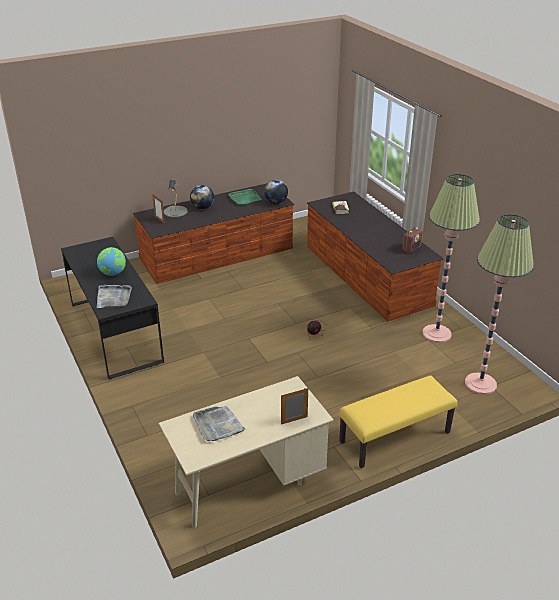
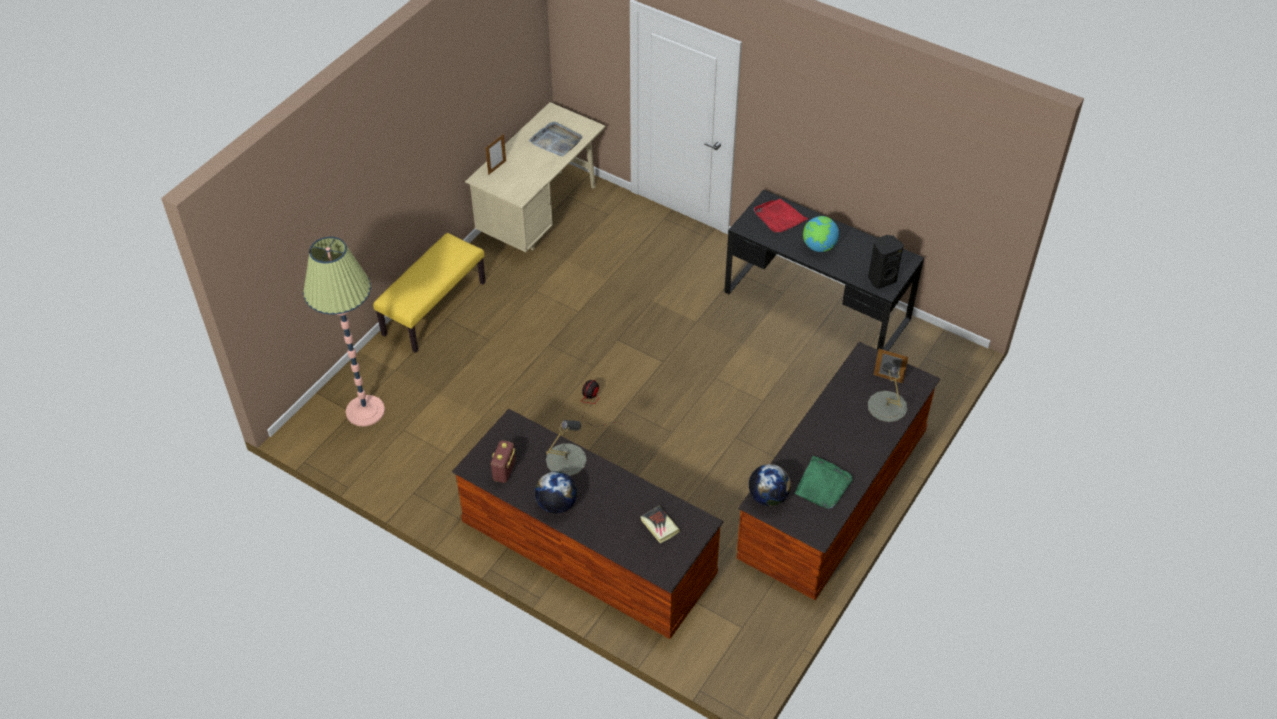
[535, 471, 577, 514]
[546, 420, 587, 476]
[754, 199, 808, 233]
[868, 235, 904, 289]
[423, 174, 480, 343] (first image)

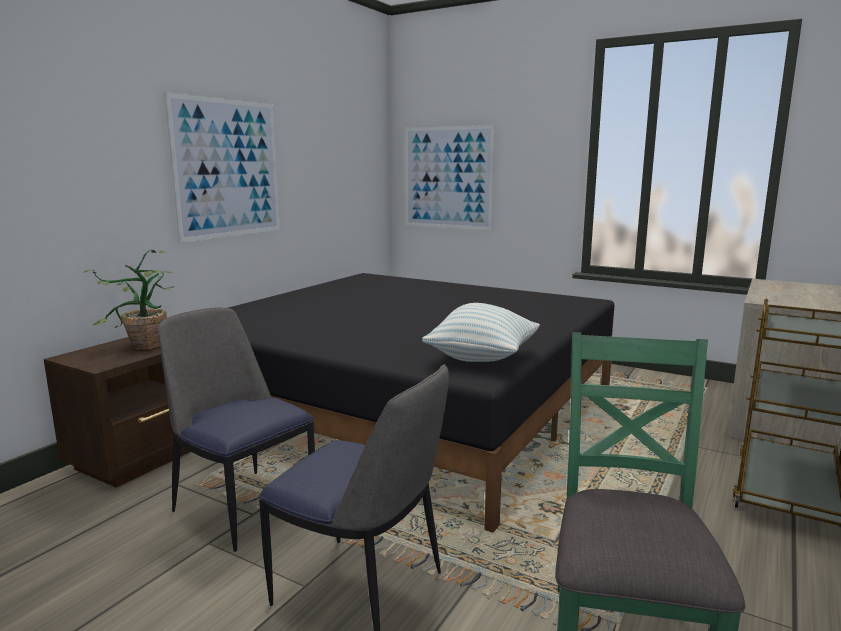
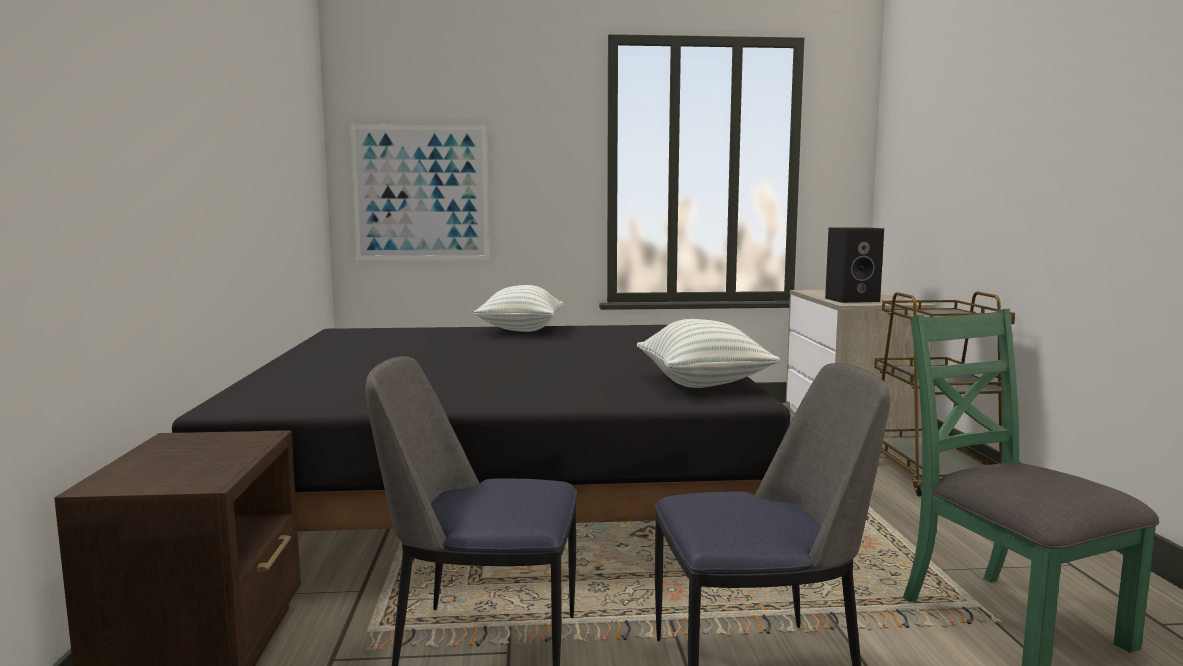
[474, 285, 563, 332]
[825, 227, 884, 303]
[83, 250, 175, 350] (first image)
[164, 92, 280, 243] (first image)

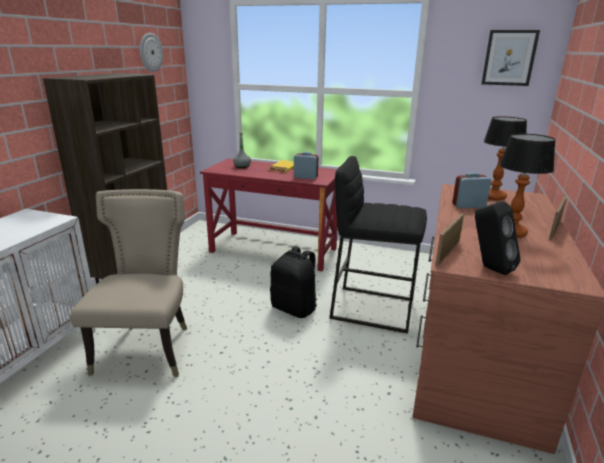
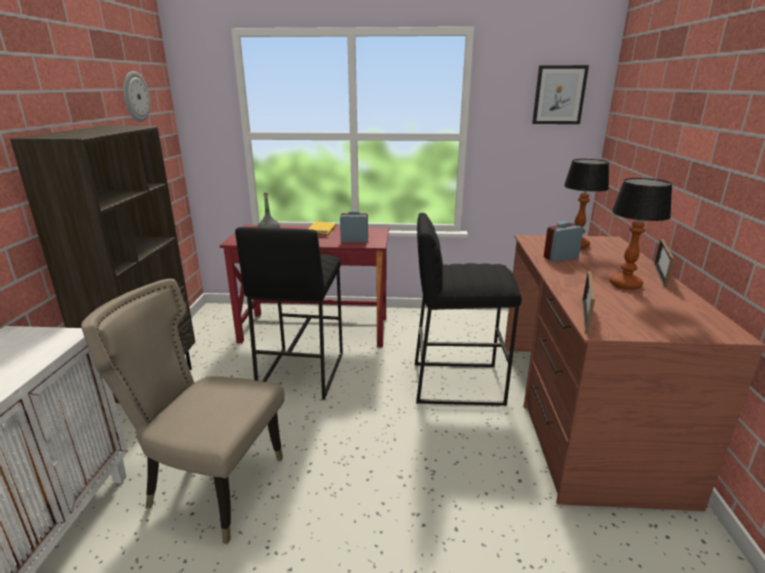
[81, 279, 285, 544]
[235, 227, 343, 400]
[270, 246, 318, 318] (first image)
[475, 201, 521, 275] (first image)

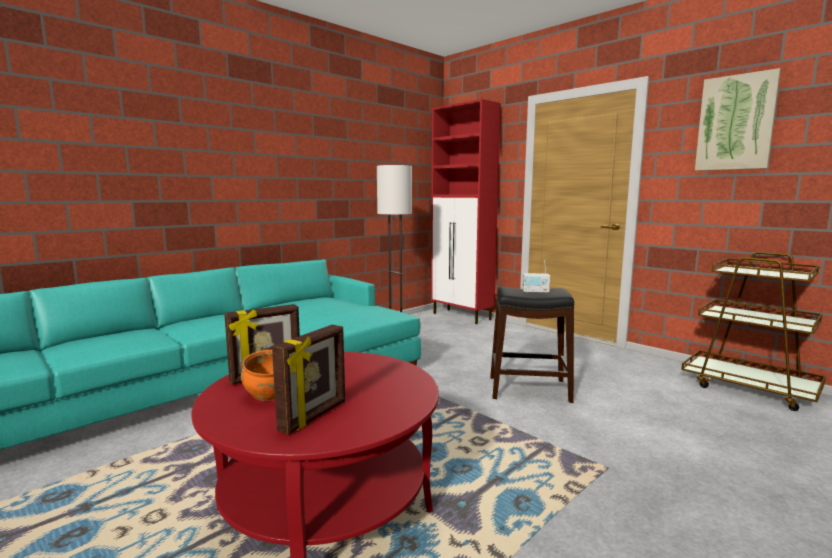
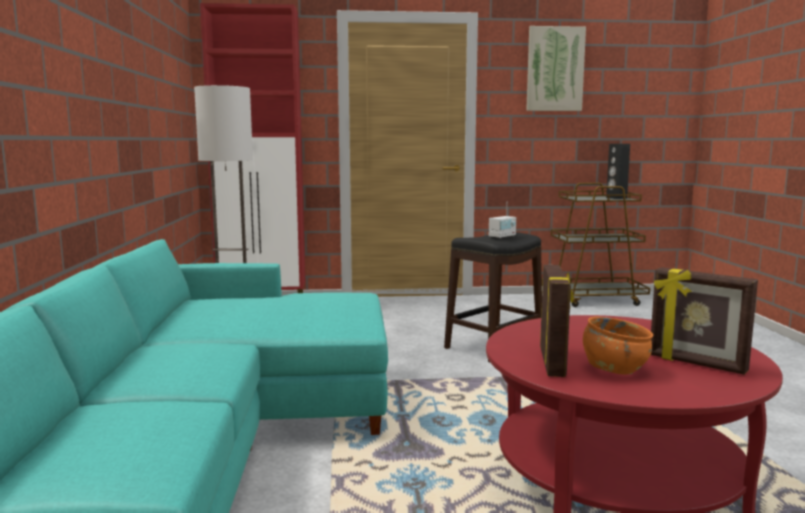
[606, 144, 630, 199]
[651, 267, 758, 375]

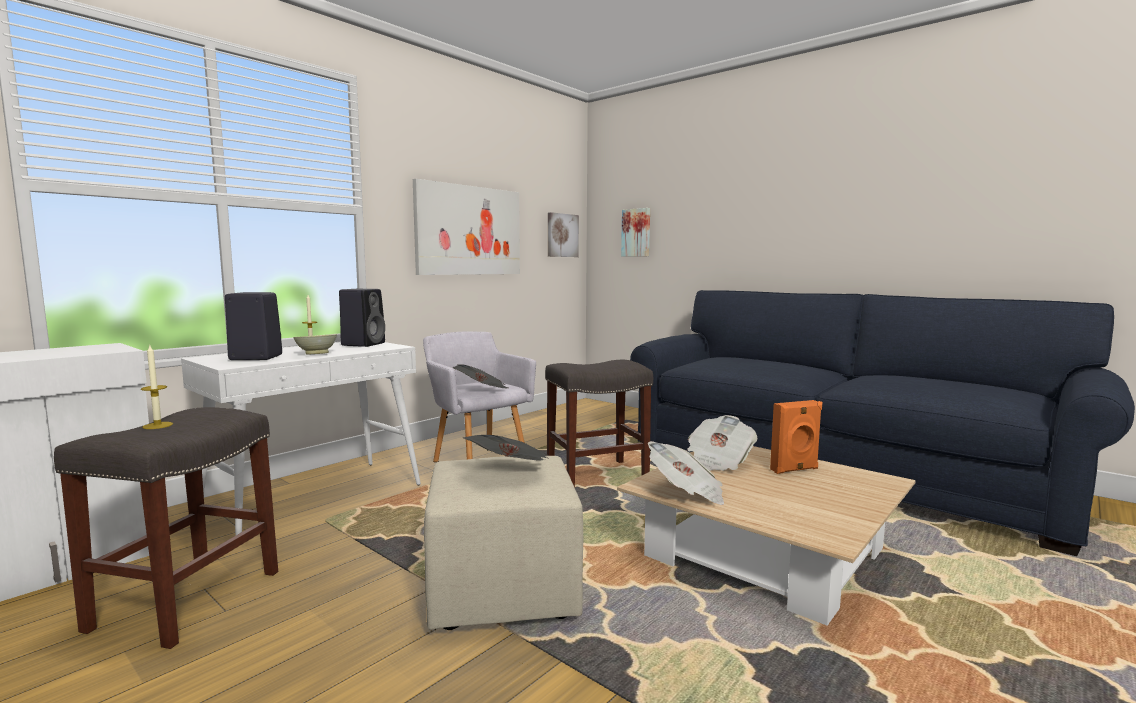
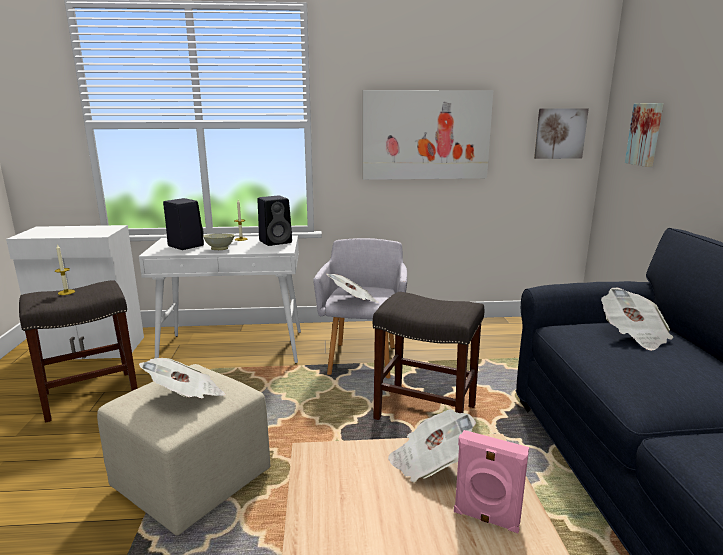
[454, 430, 529, 533]
[601, 288, 673, 351]

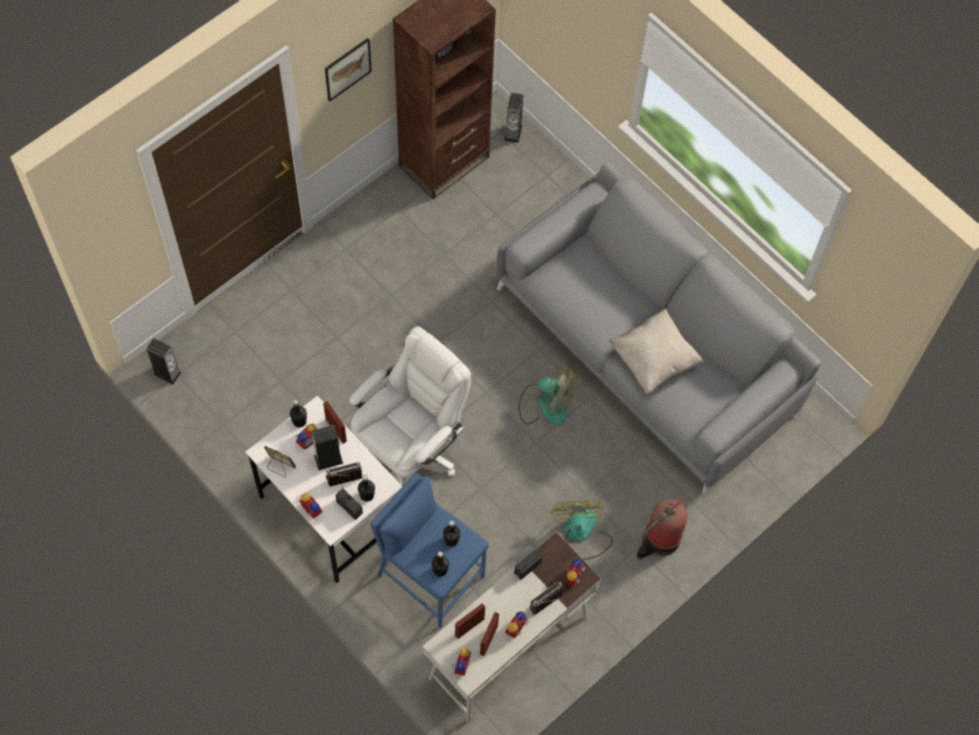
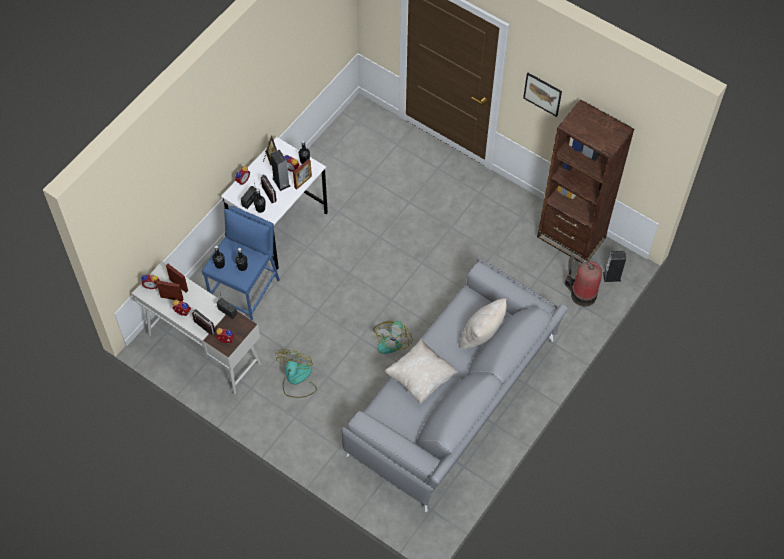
[275, 349, 317, 398]
[459, 298, 507, 349]
[565, 255, 602, 306]
[146, 338, 181, 384] (first image)
[349, 326, 471, 485] (first image)

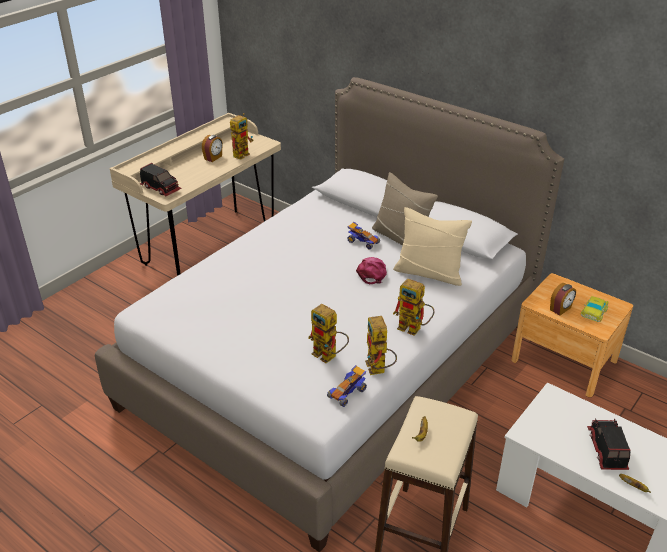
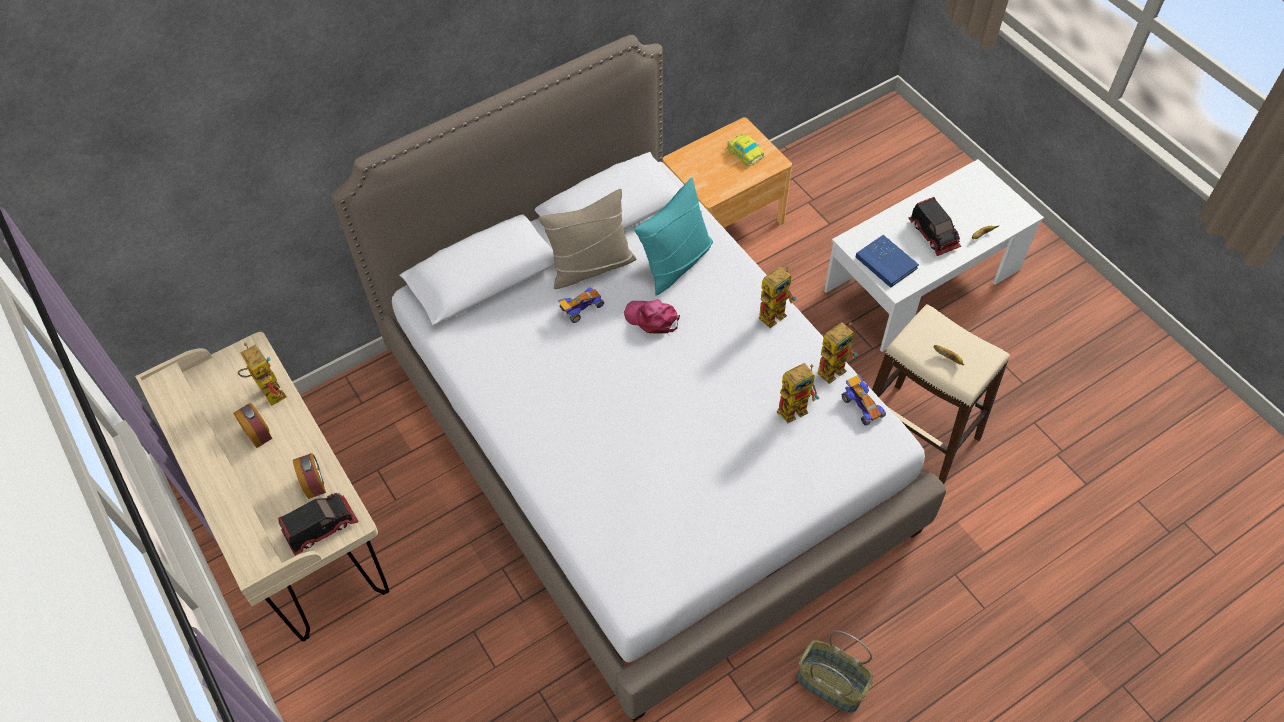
[293, 453, 326, 499]
[634, 178, 713, 296]
[797, 630, 873, 713]
[817, 322, 857, 384]
[856, 235, 919, 288]
[908, 197, 962, 256]

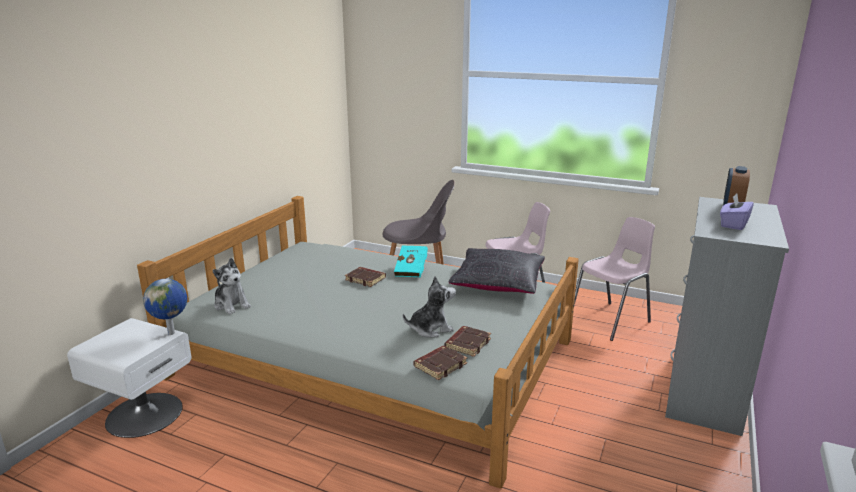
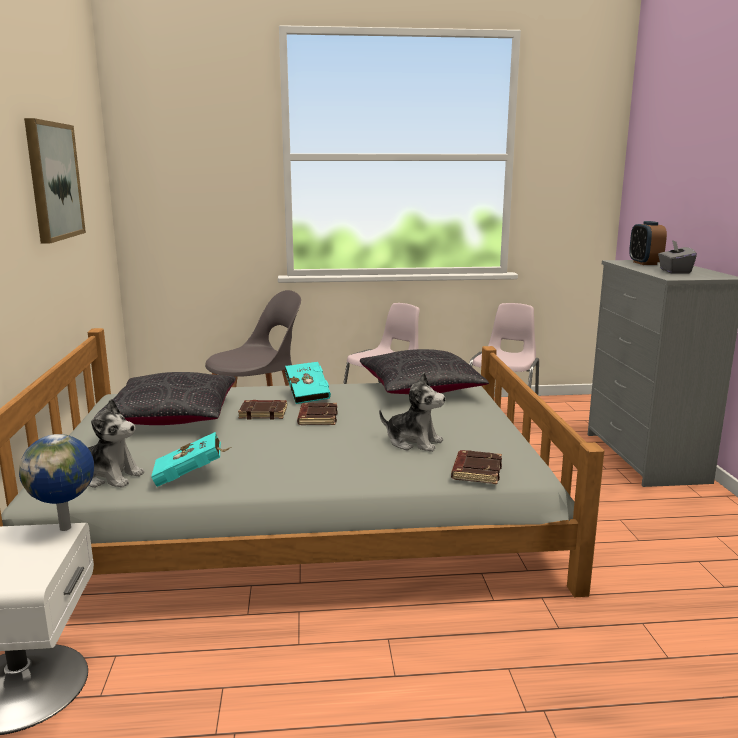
[24, 118, 86, 244]
[95, 372, 236, 425]
[151, 432, 232, 487]
[297, 403, 338, 425]
[379, 373, 445, 452]
[658, 240, 697, 274]

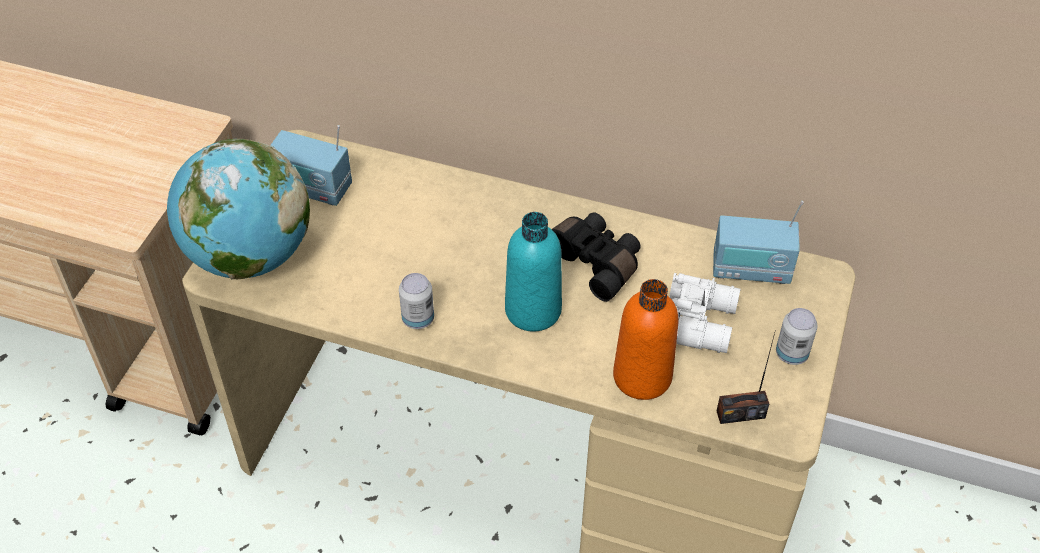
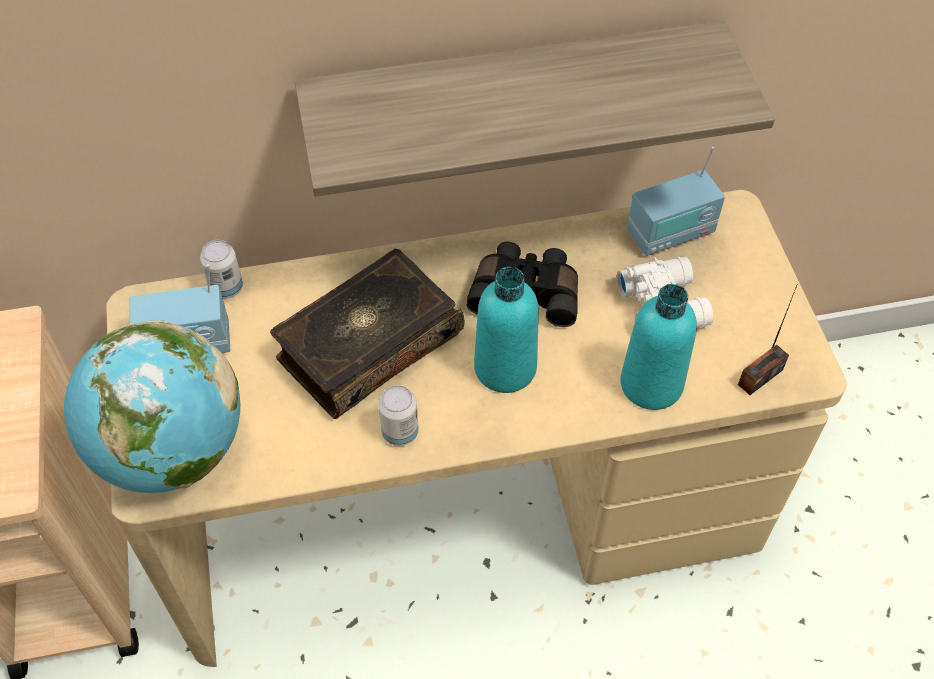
[200, 240, 243, 299]
[270, 249, 464, 419]
[295, 21, 775, 197]
[620, 284, 697, 410]

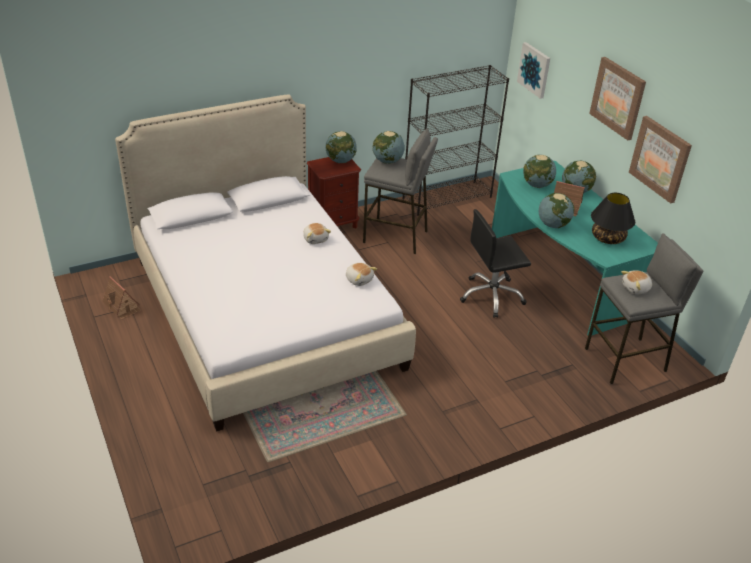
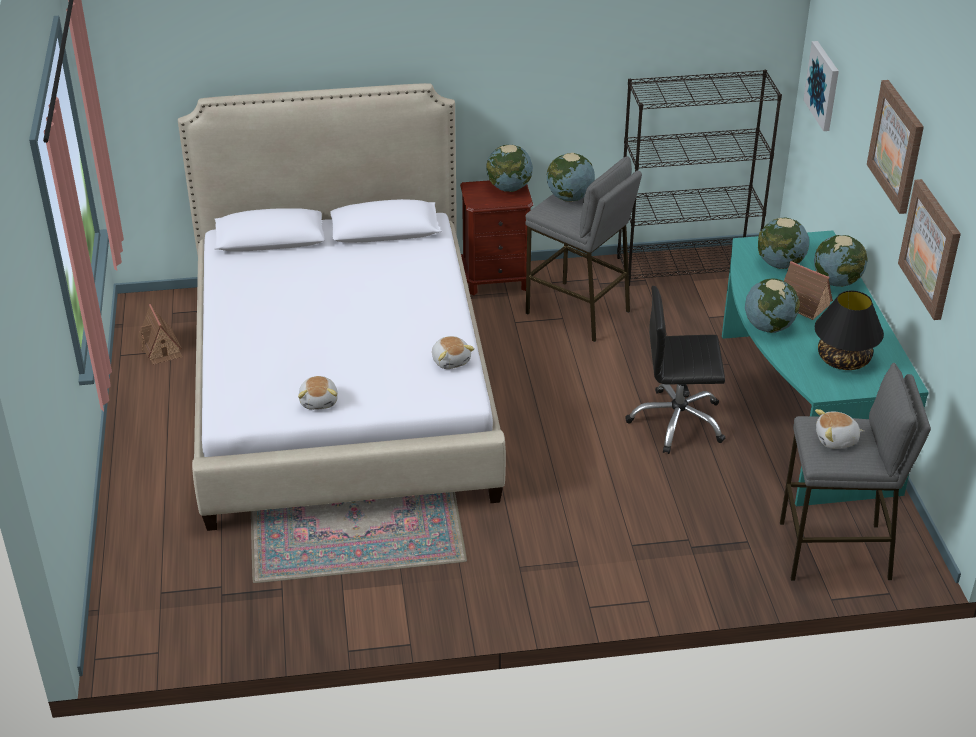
[298, 376, 338, 410]

